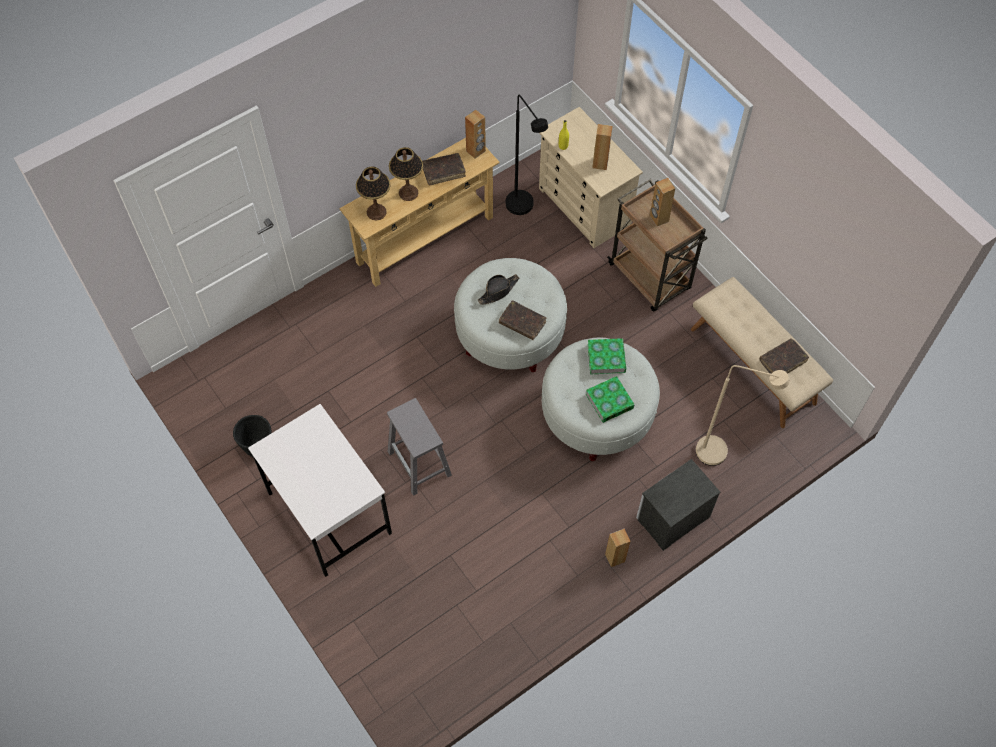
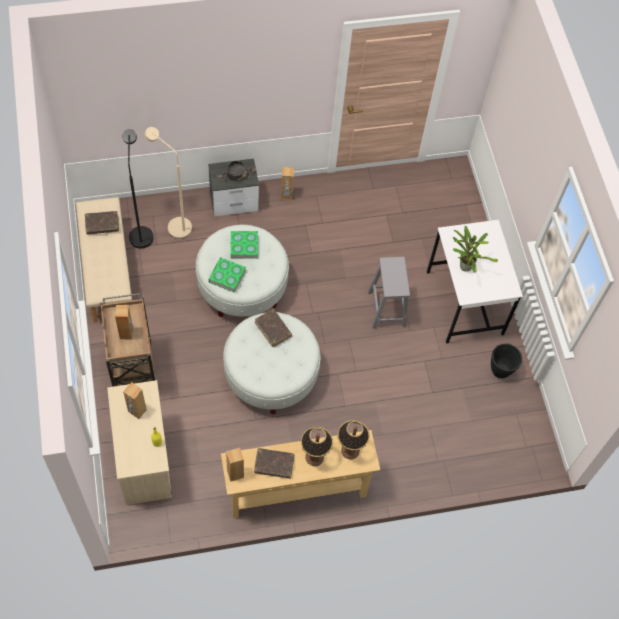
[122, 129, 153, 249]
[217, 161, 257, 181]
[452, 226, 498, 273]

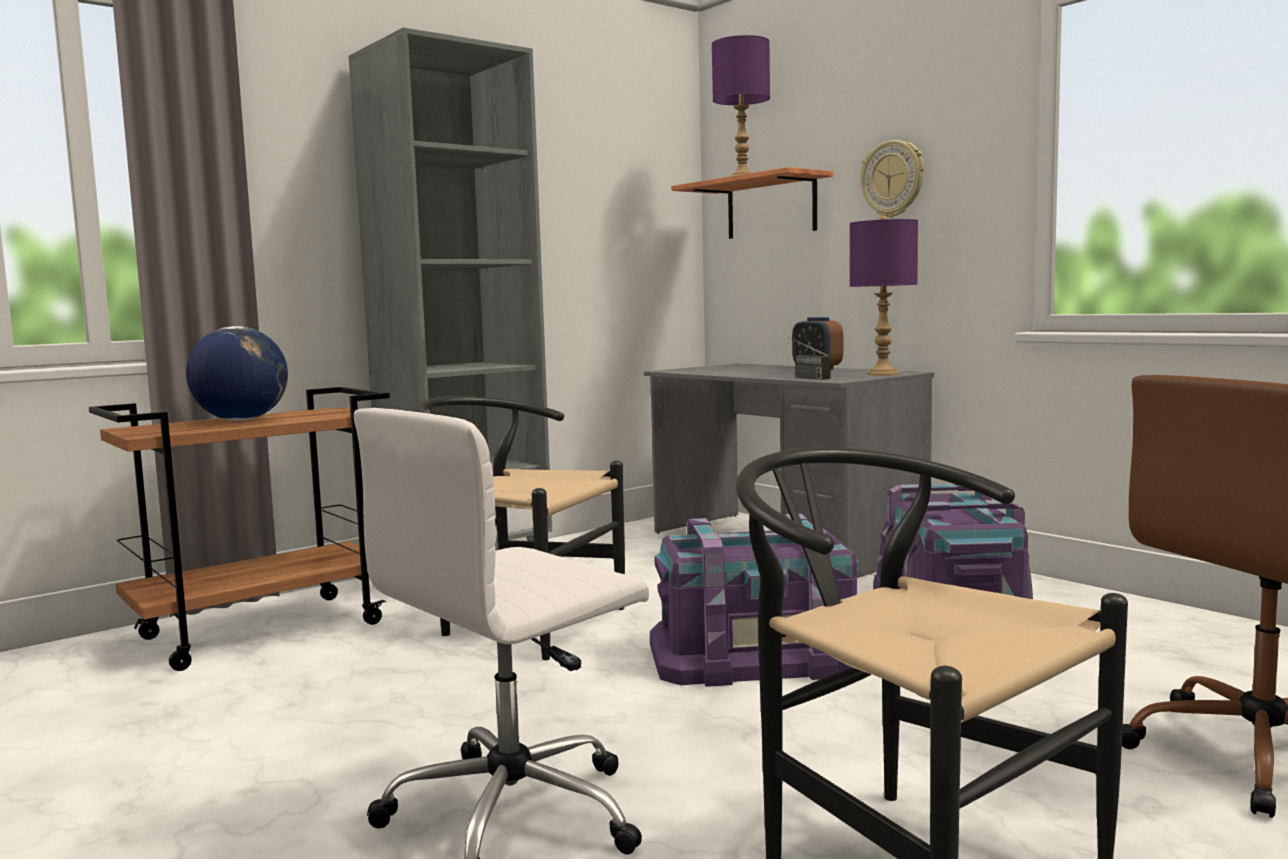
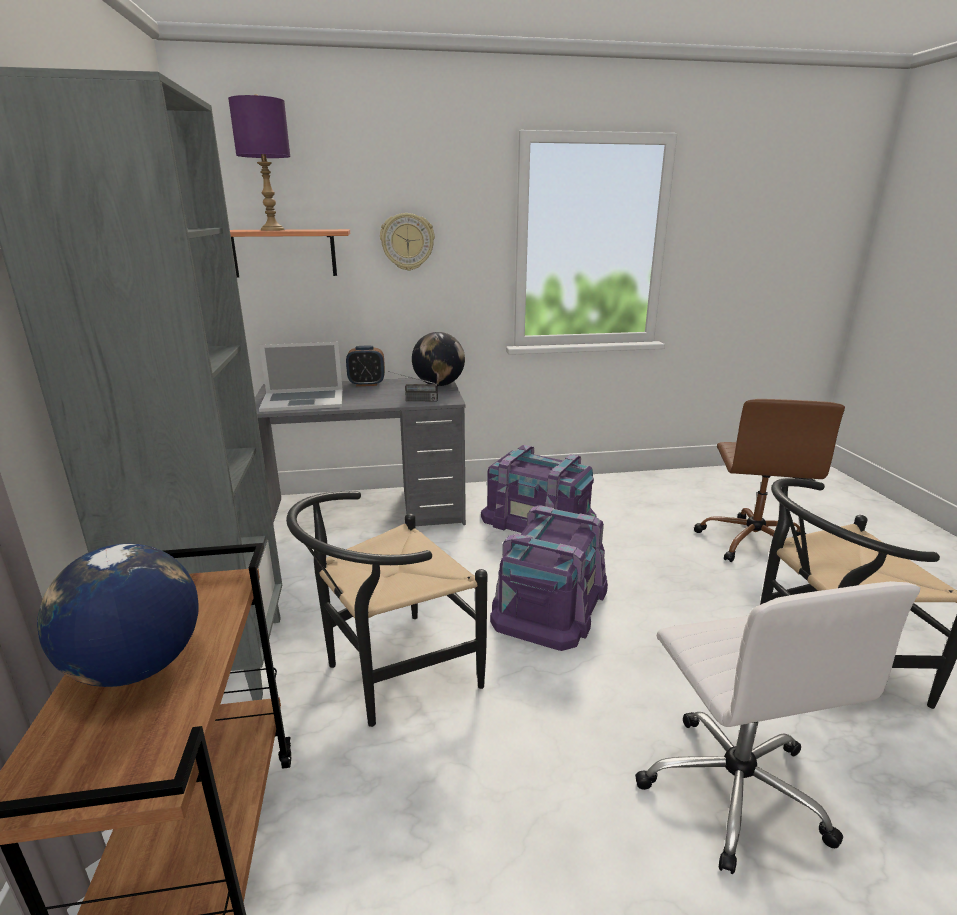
[259, 342, 343, 412]
[412, 332, 465, 386]

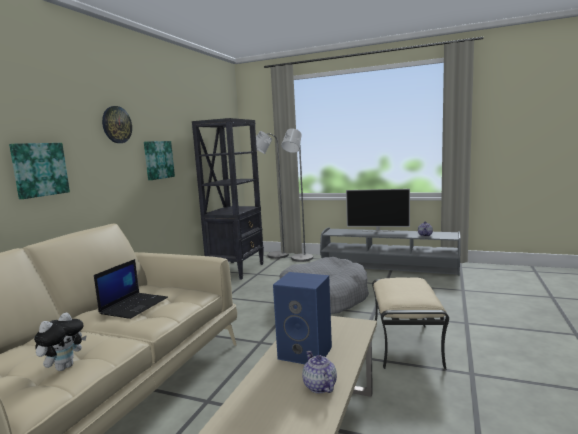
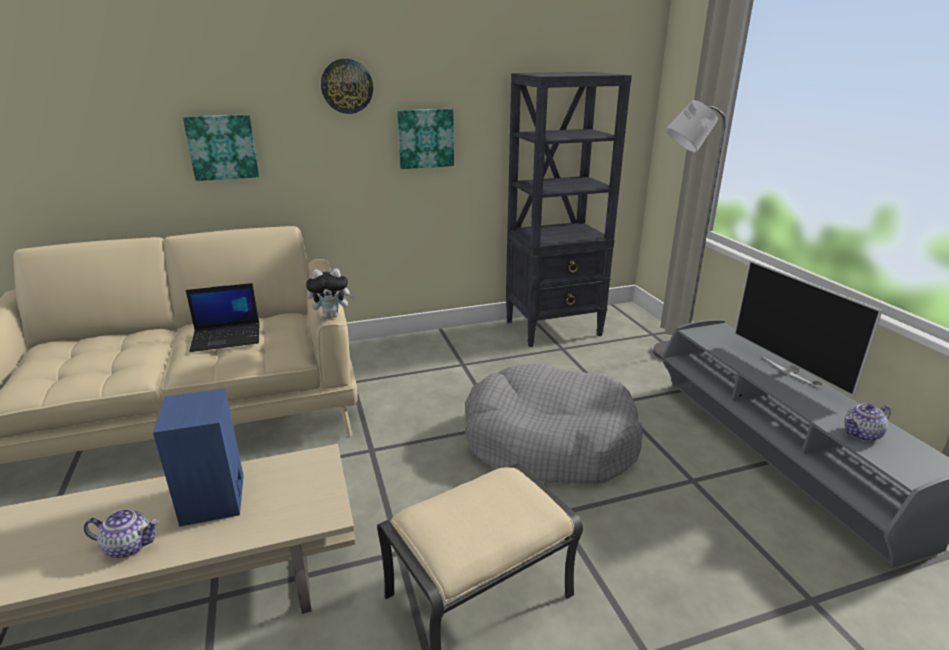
[84, 509, 160, 558]
[306, 268, 355, 318]
[250, 131, 289, 259] (first image)

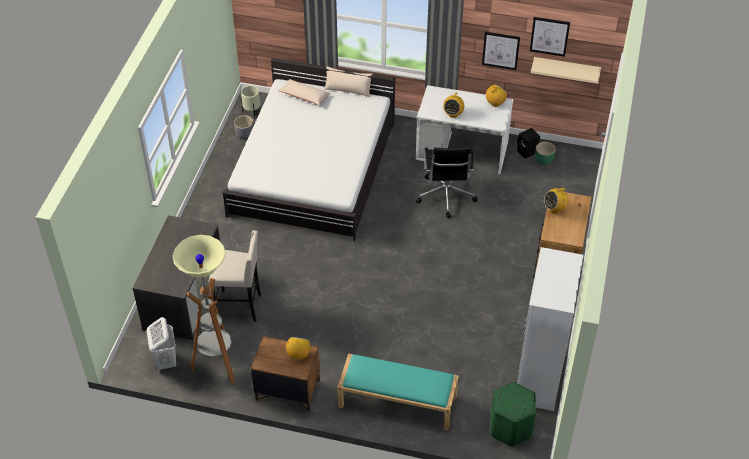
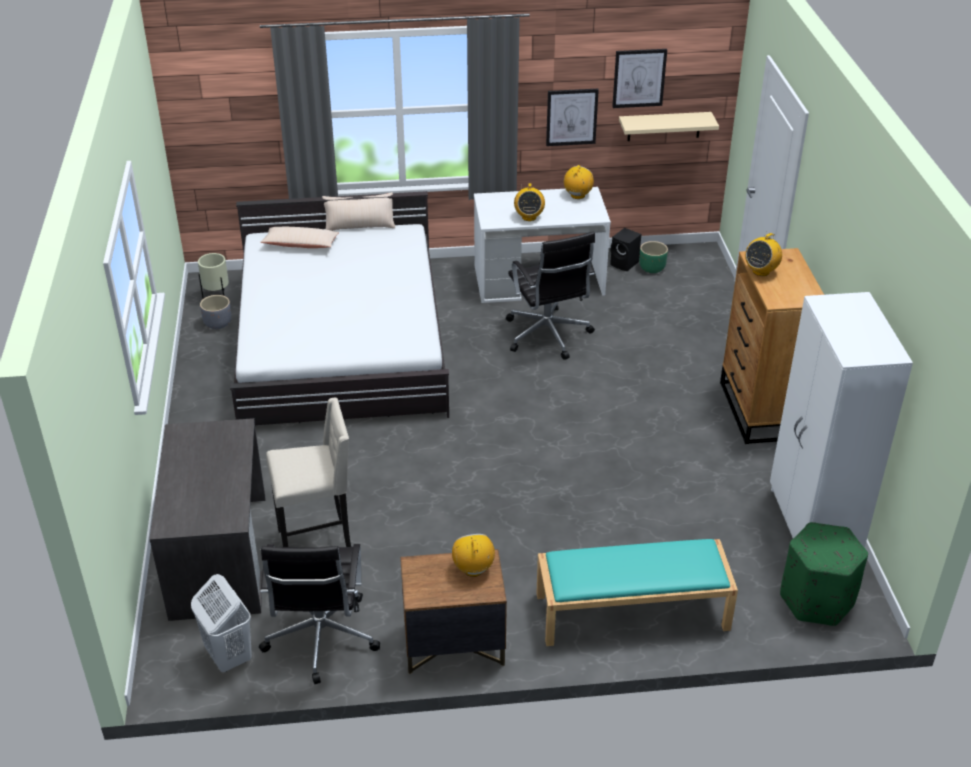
[259, 544, 380, 684]

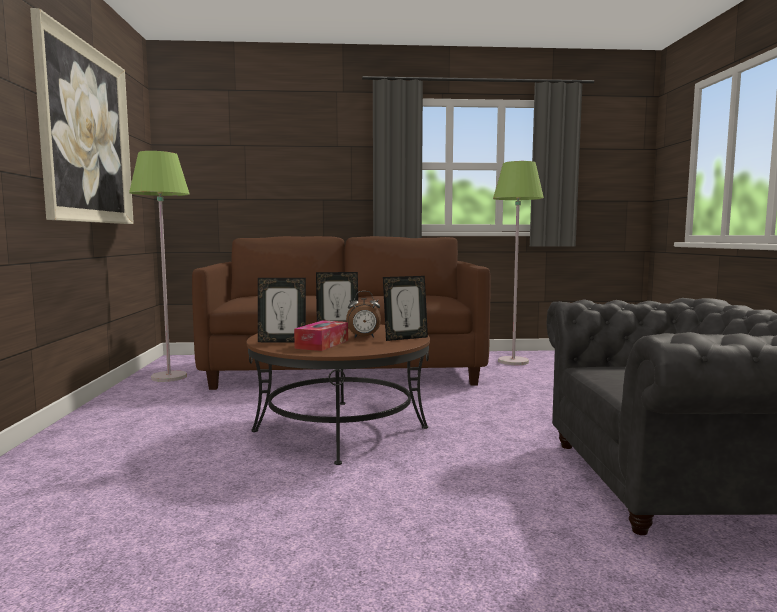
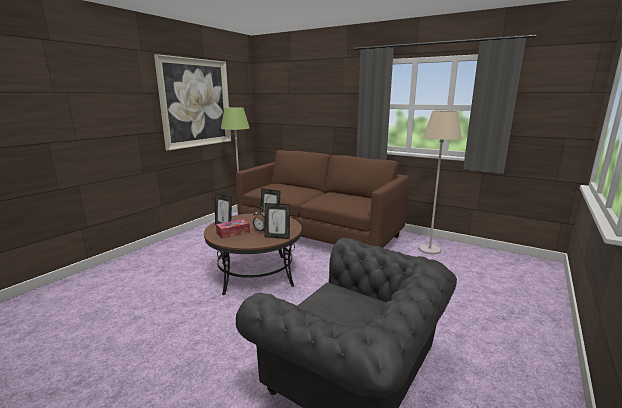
[419, 111, 462, 255]

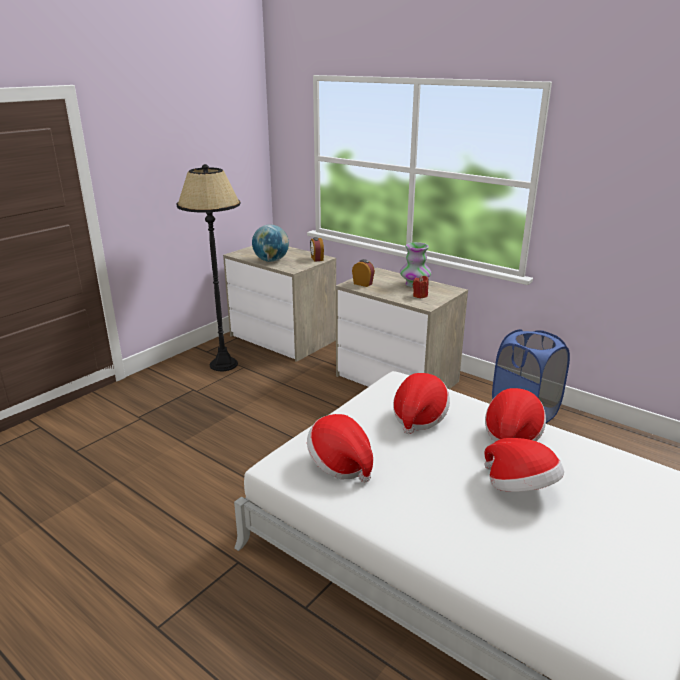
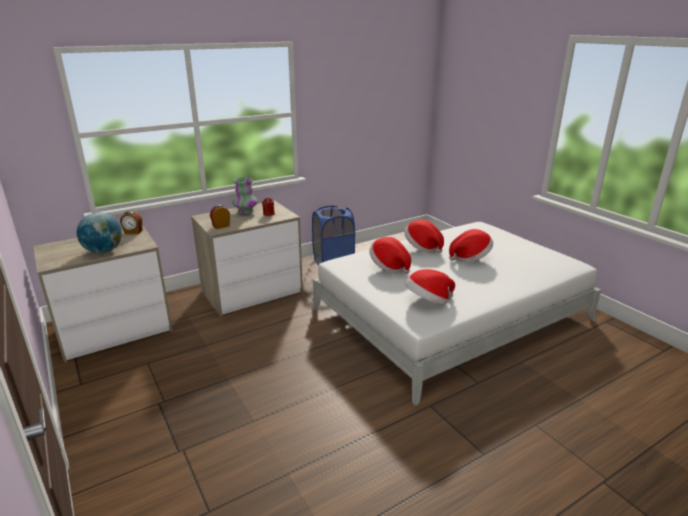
[176, 164, 241, 371] (first image)

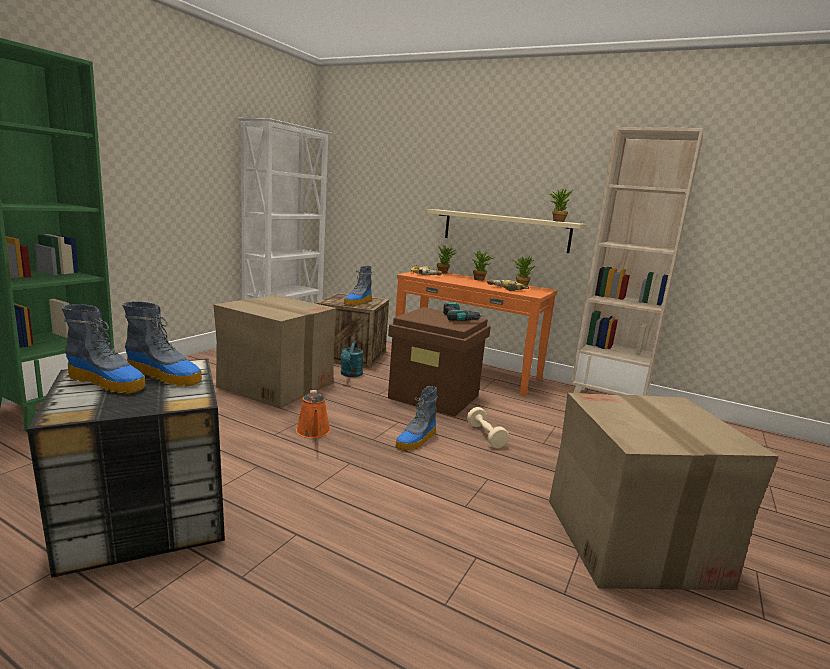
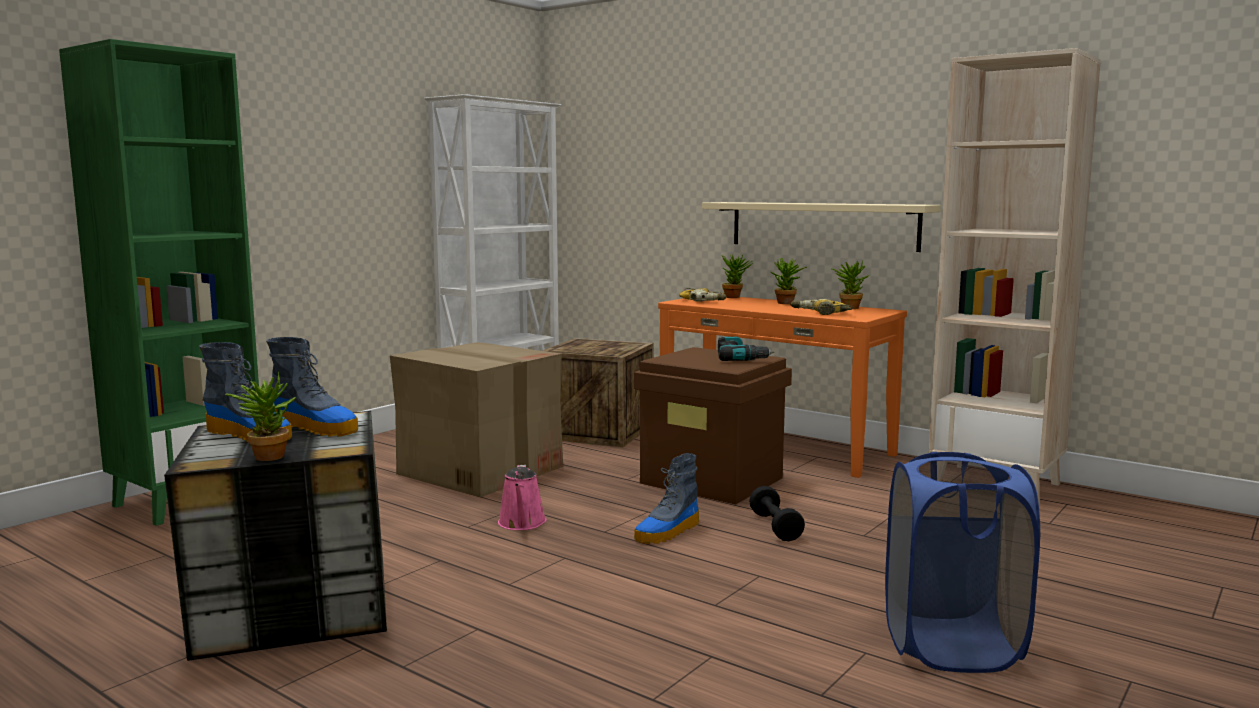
[225, 372, 296, 461]
[498, 465, 547, 530]
[749, 486, 805, 541]
[885, 452, 1040, 673]
[340, 341, 363, 377] (first image)
[344, 266, 372, 306] (first image)

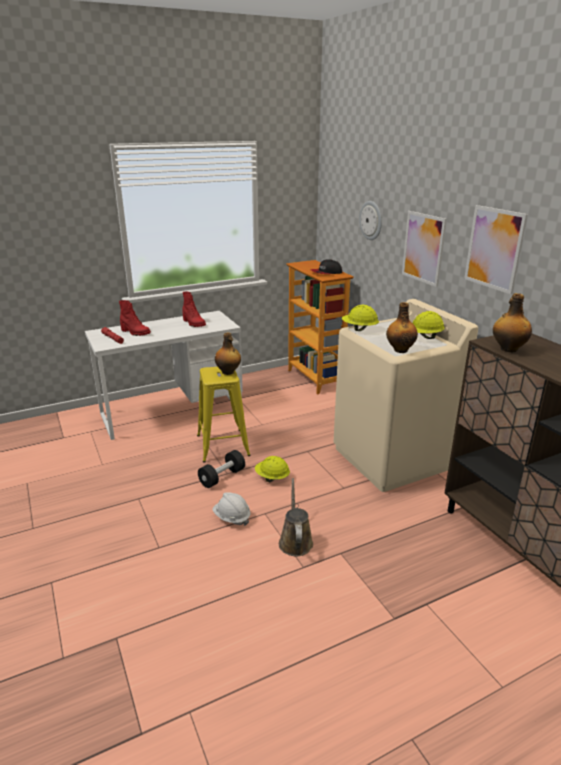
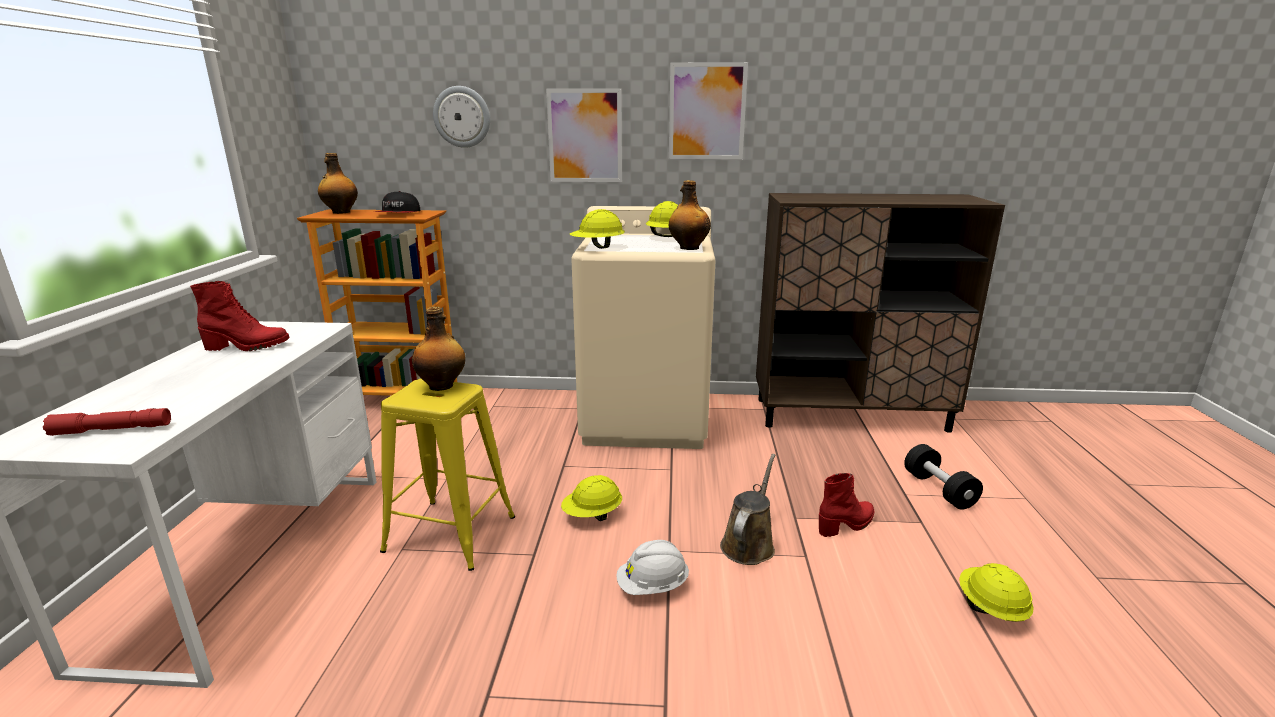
[318, 153, 358, 214]
[720, 454, 775, 565]
[819, 473, 875, 537]
[904, 444, 983, 510]
[959, 563, 1034, 622]

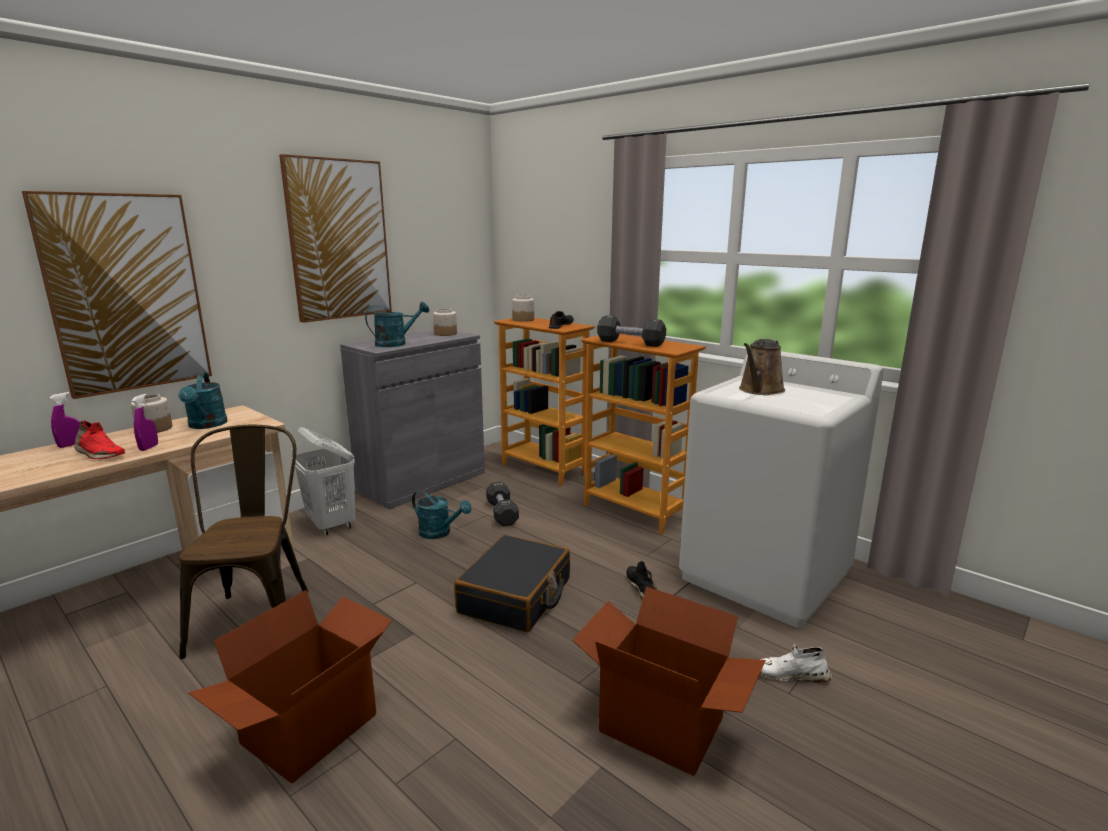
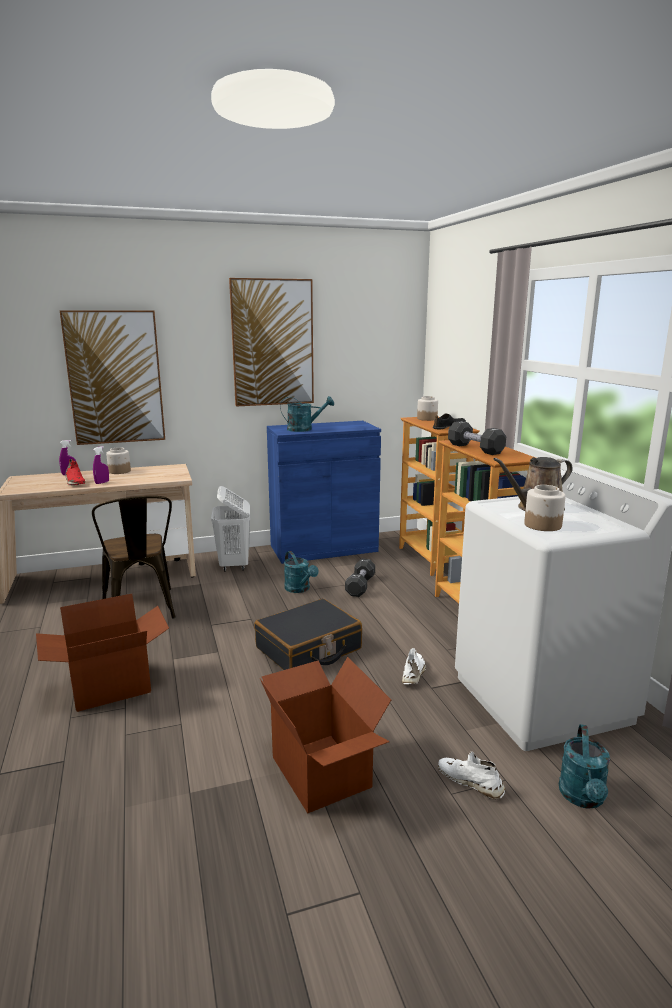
[92, 496, 176, 619]
[267, 421, 381, 564]
[402, 648, 426, 684]
[524, 485, 566, 531]
[559, 724, 610, 809]

